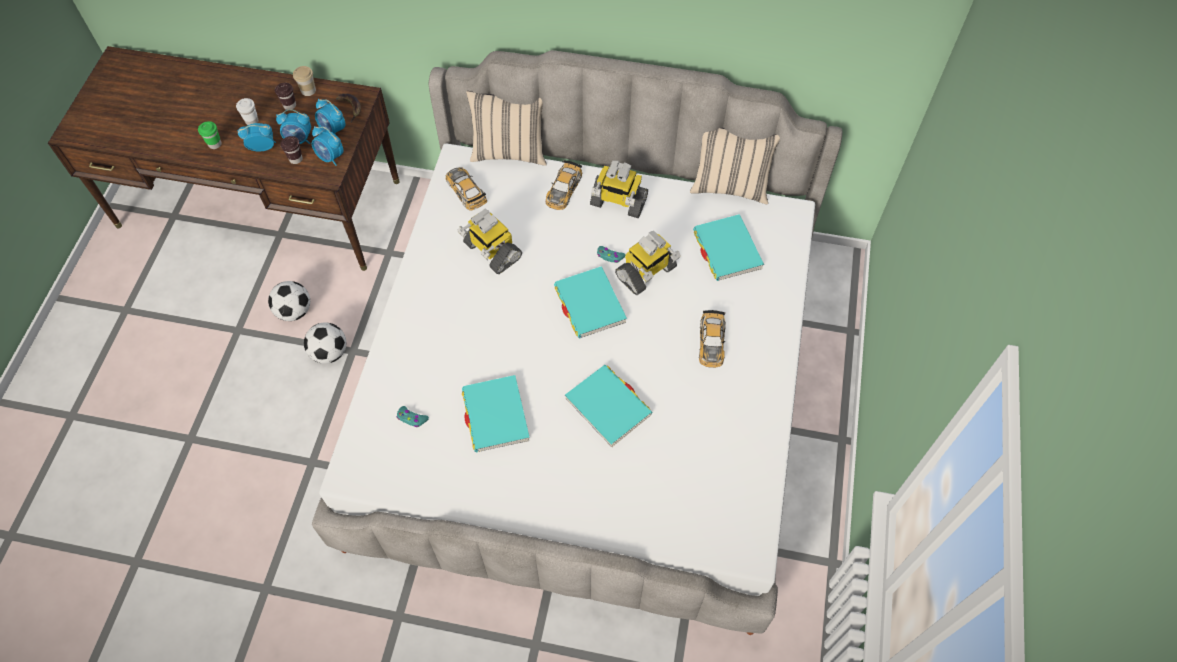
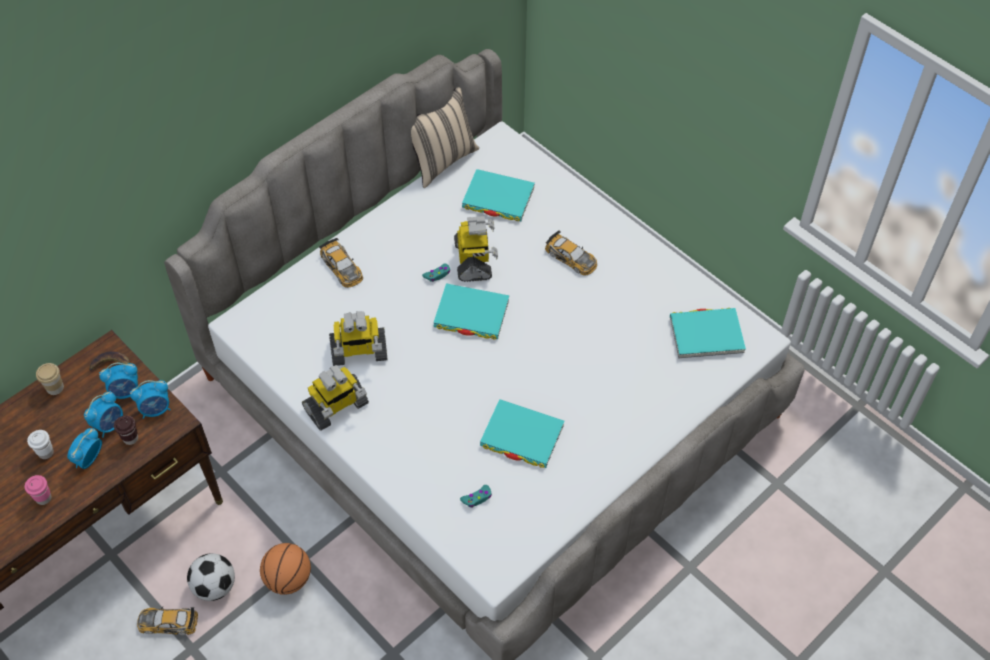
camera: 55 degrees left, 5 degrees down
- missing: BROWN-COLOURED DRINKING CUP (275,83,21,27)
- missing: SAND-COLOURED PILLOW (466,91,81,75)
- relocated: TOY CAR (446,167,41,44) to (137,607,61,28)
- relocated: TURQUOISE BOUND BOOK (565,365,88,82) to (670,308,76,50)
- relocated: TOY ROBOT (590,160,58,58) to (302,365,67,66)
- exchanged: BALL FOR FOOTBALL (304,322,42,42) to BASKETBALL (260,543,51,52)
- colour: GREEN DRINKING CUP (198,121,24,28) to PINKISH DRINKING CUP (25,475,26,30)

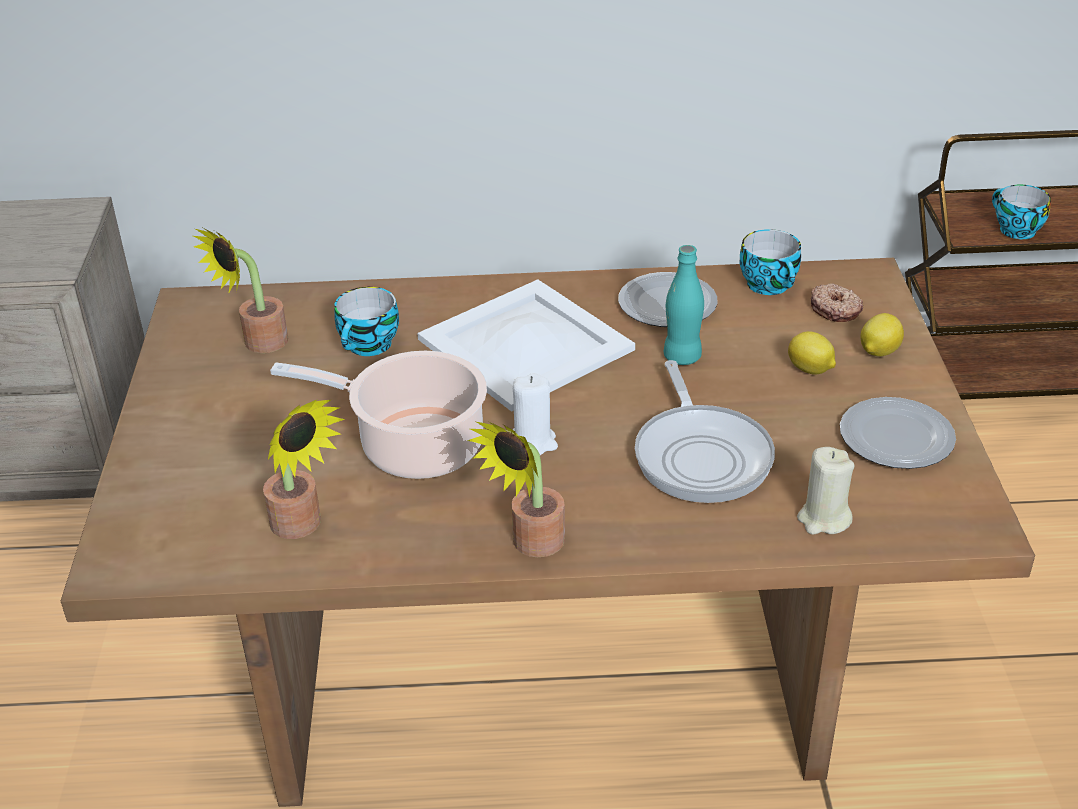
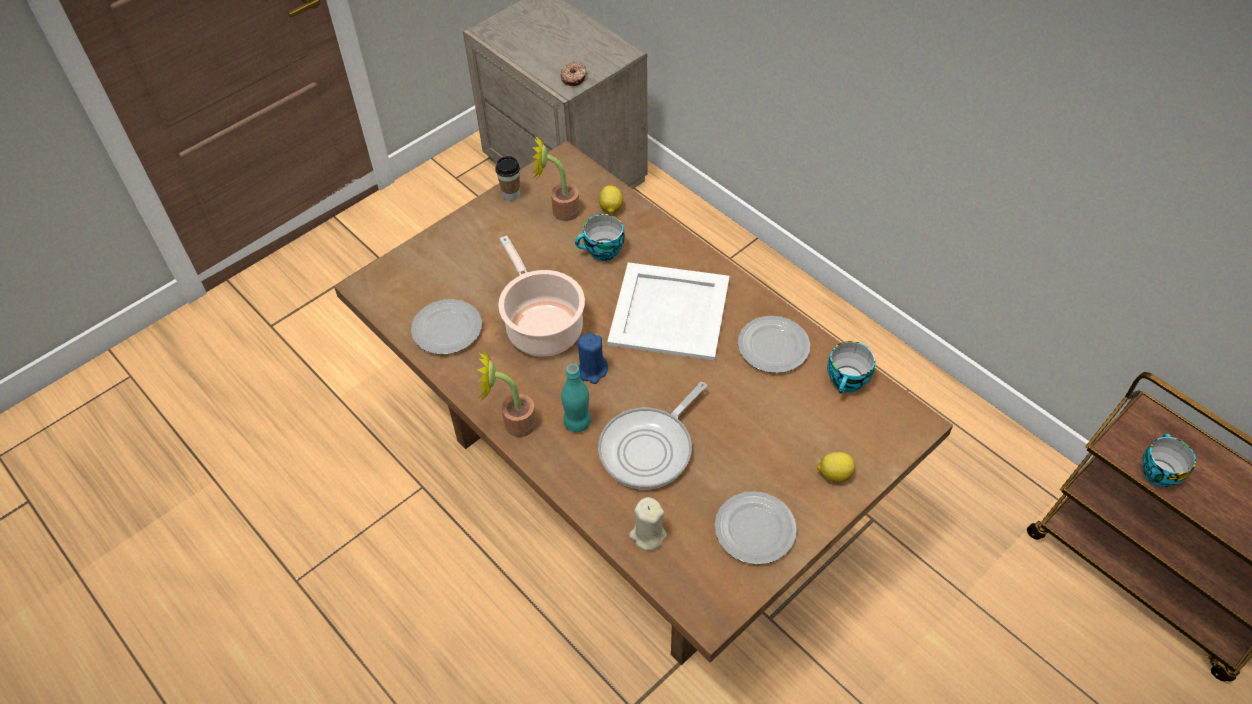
camera: 50 degrees right, 15 degrees up
- appeared: DRINKING CUP (495,156,25,45)
- relocated: TURQUOISE BEVERAGE BOTTLE (664,245,40,120) to (561,364,30,68)
- relocated: CITRUS FRUIT (788,331,48,44) to (599,185,24,29)
- relocated: DOUGHNUT (811,283,52,39) to (560,62,27,24)
- exchanged: PLANT IN A POT (263,400,82,139) to PLATE (411,299,71,55)
- colour: WHITE WAX CANDLE (513,373,45,82) to BLUE-COLOURED WAX CANDLE (578,332,30,52)

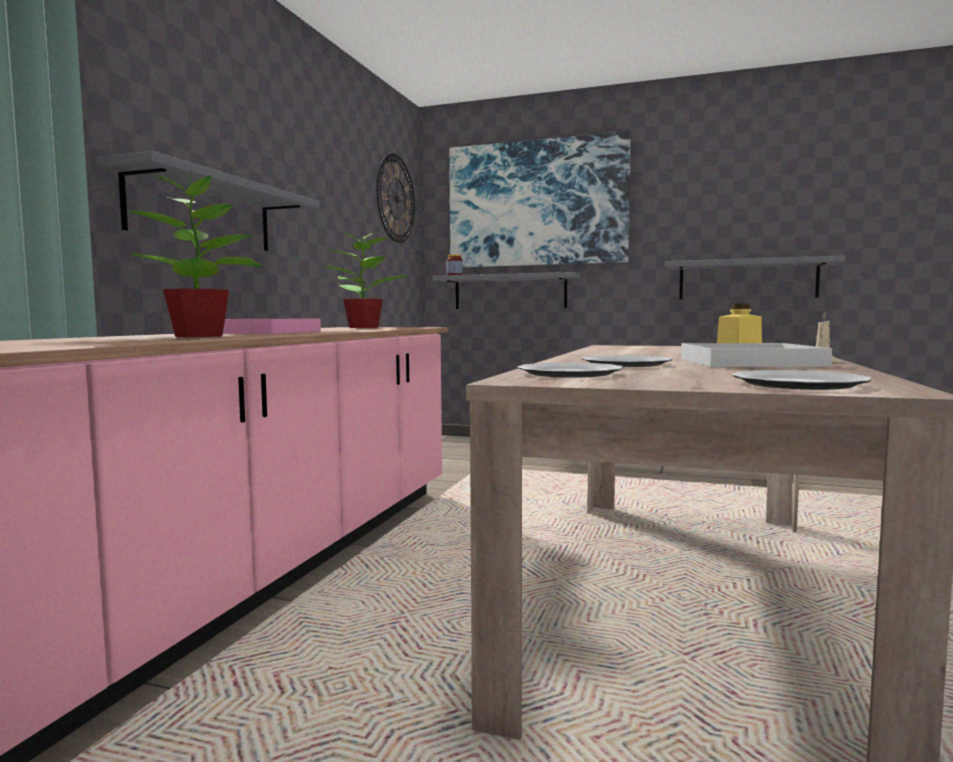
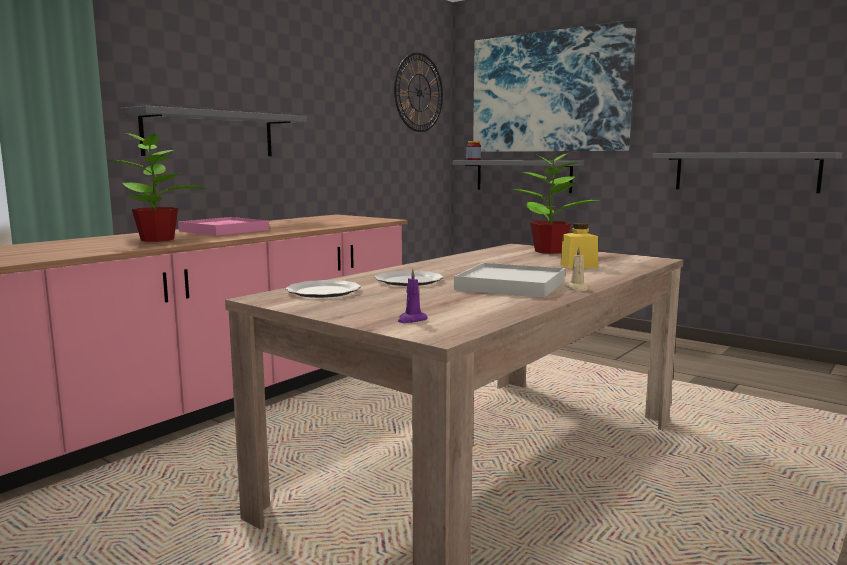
camera: 20 degrees right, 5 degrees up
- relocated: PLANT IN A POT (322,229,86,99) to (512,148,88,106)
- exchanged: PLATE (732,370,140,20) to PURPLE WAX CANDLE (397,269,31,54)

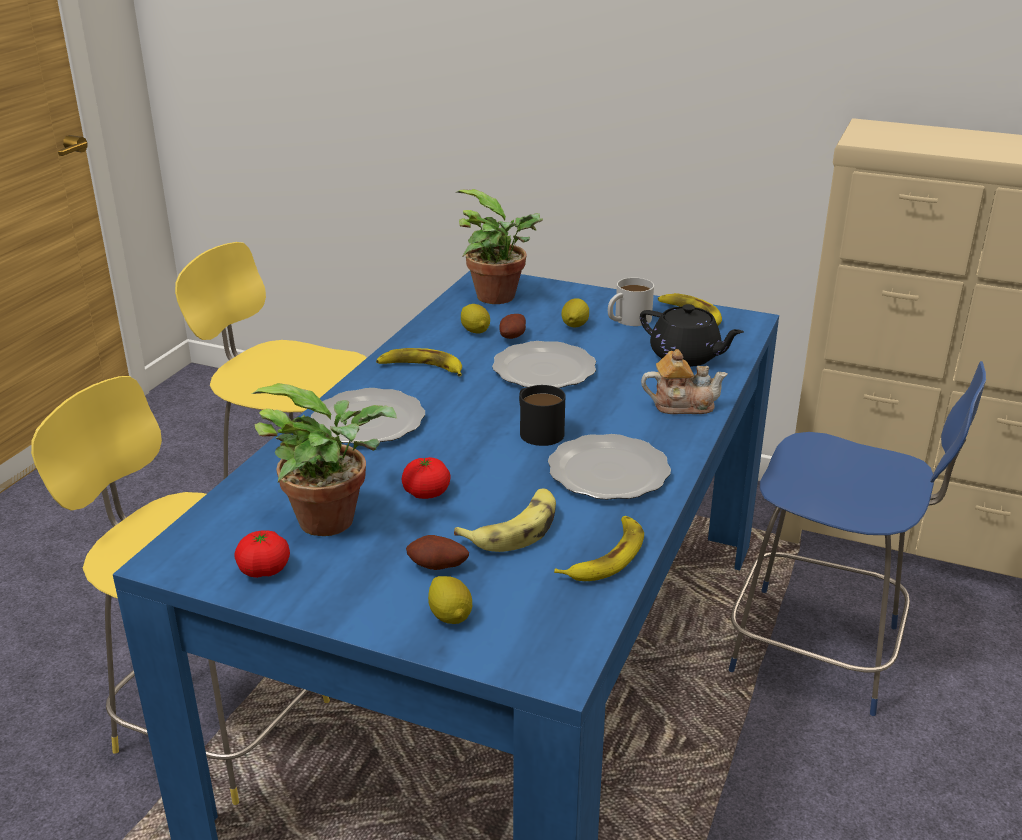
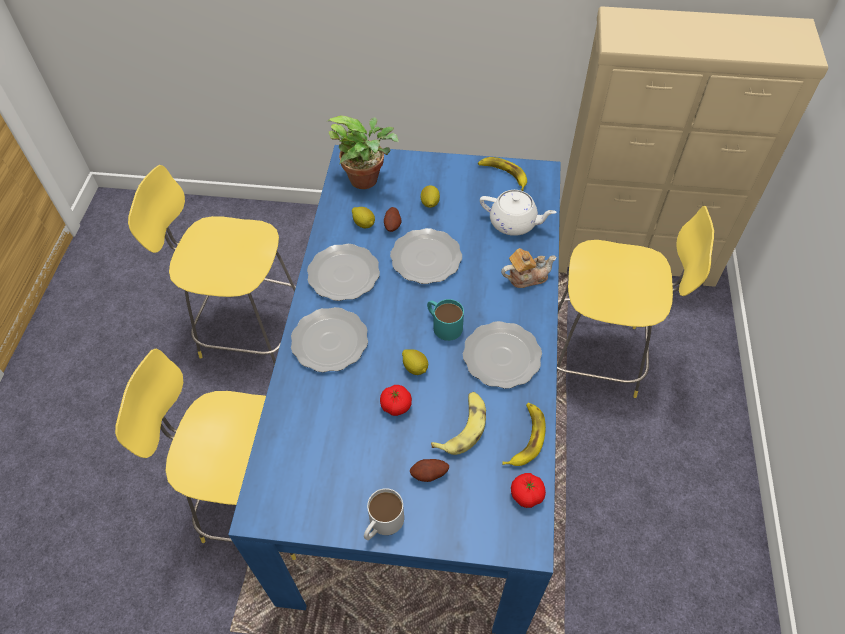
camera: 15 degrees left, 25 degrees up
- missing: PLANT IN A POT (252,383,145,153)
- relocated: TOMATO (234,530,56,48) to (511,473,35,35)
- relocated: CITRUS FRUIT (428,576,44,48) to (402,349,26,26)
- relocated: WHITE COFFEE MUG (608,277,46,49) to (364,488,40,52)
- exchanged: WHOLE BANANA (376,348,86,28) to PLATE (307,244,73,57)
- colour: BLACKISH COFFEE MUG (519,385,46,61) to TURQUOISE COFFEE MUG (427,299,37,42)
- colour: BLACKISH POT FOR TEA (640,304,104,63) to WHITE POT FOR TEA (480,190,77,46)
- colour: BLUE-COLOURED SITTING STOOL (729,361,257,355) to YELLOW SITTING STOOL (557,206,157,192)

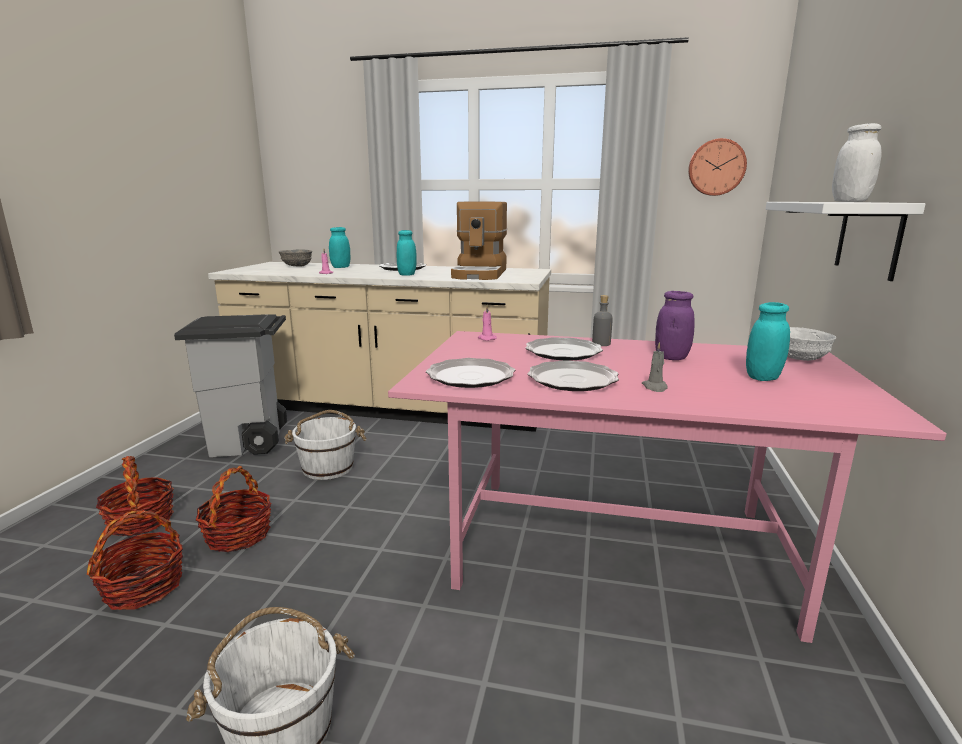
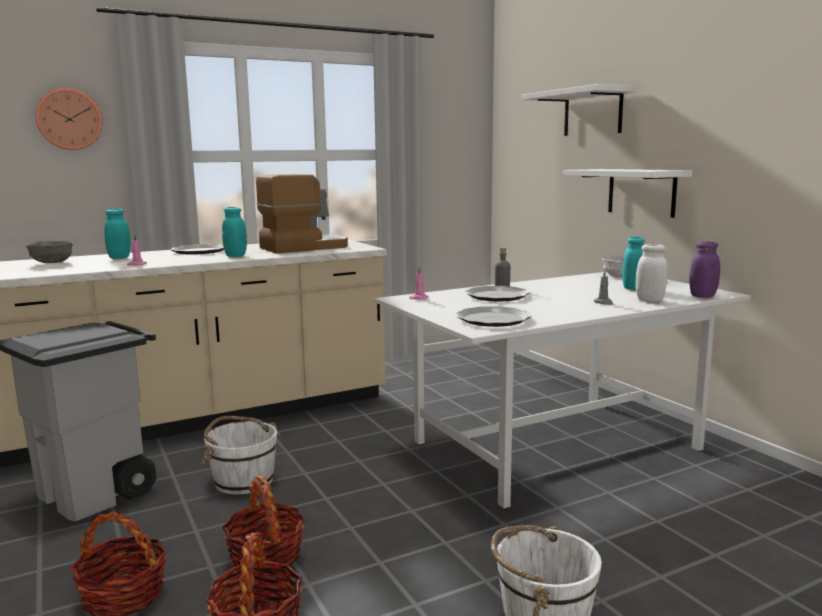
camera: 40 degrees left, 5 degrees down
- missing: PLATE (527,360,92,31)
- appeared: WHITE SHELF (521,84,115,52)
- relocated: PURPLE STORAGE JAR (655,291,39,69) to (689,242,31,56)
- relocated: HANGING CLOCK (688,138,59,58) to (36,88,66,62)
- relocated: WHITE STORAGE JAR (832,123,50,79) to (636,244,32,58)
- colour: PINKISH DINING TABLE (388,331,558,312) to WHITE DINING TABLE (375,272,376,236)
- spun: COFFEE BREWER (451,202,56,78) = (256,174,92,79) 90 degrees counterclockwise

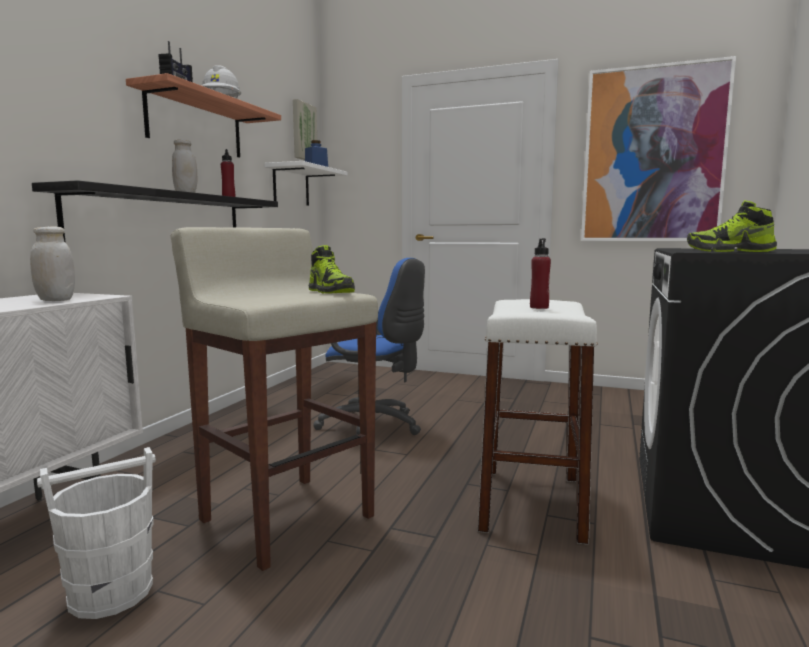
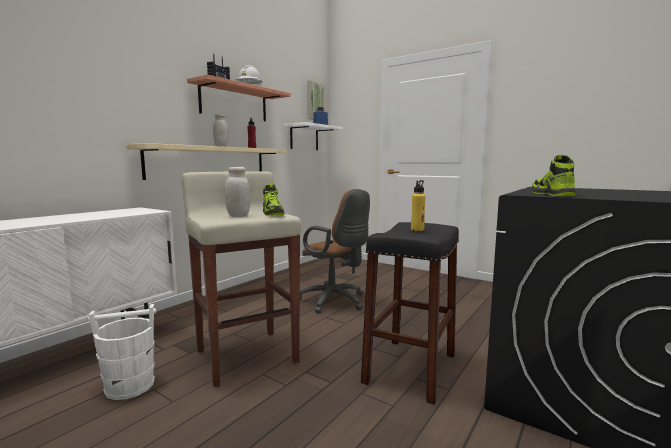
camera: 15 degrees right, 0 degrees up
- missing: WALL ART (581,56,155,185)
- relocated: WHITE STORAGE JAR (30,226,45,75) to (225,167,26,50)
- colour: BLACKISH SHELF (32,180,246,63) to SAND-COLOURED SHELF (126,143,161,37)
- colour: BLUE-COLOURED OFFICE CHAIR (314,258,111,177) to BROWN-COLOURED OFFICE CHAIR (300,189,70,125)
- colour: WHITE SITTING STOOL (478,299,120,246) to BLACKISH SITTING STOOL (361,222,98,182)
- colour: RED-COLOURED BEVERAGE BOTTLE (530,238,21,71) to YELLOW BEVERAGE BOTTLE (411,180,15,51)
- spun: SHOE (687,200,90,52) = (532,155,44,41) 60 degrees clockwise

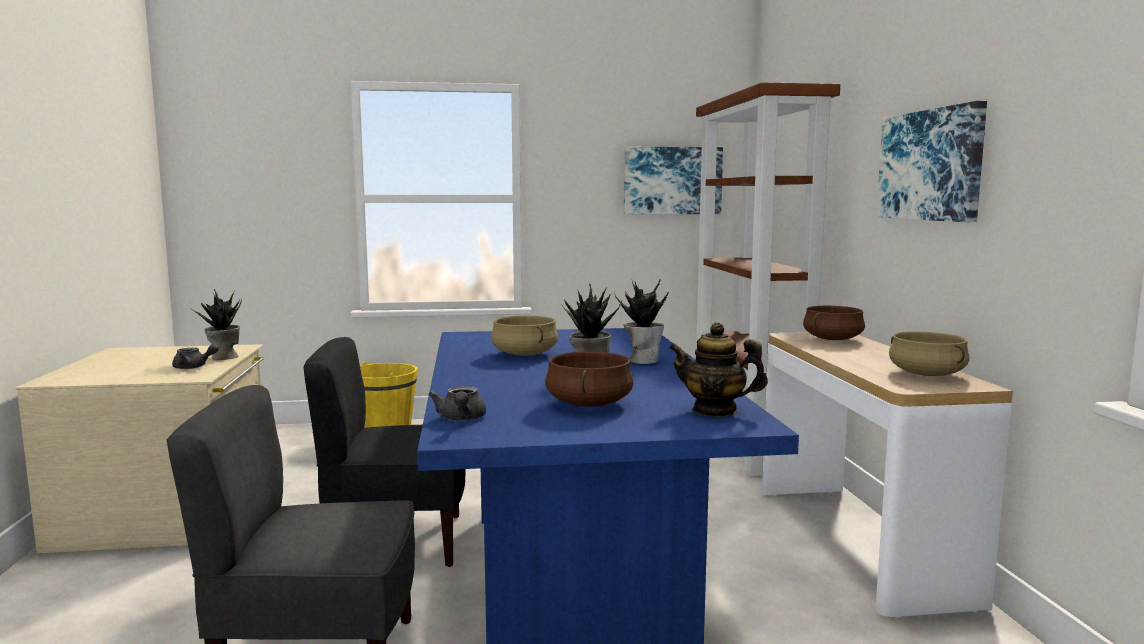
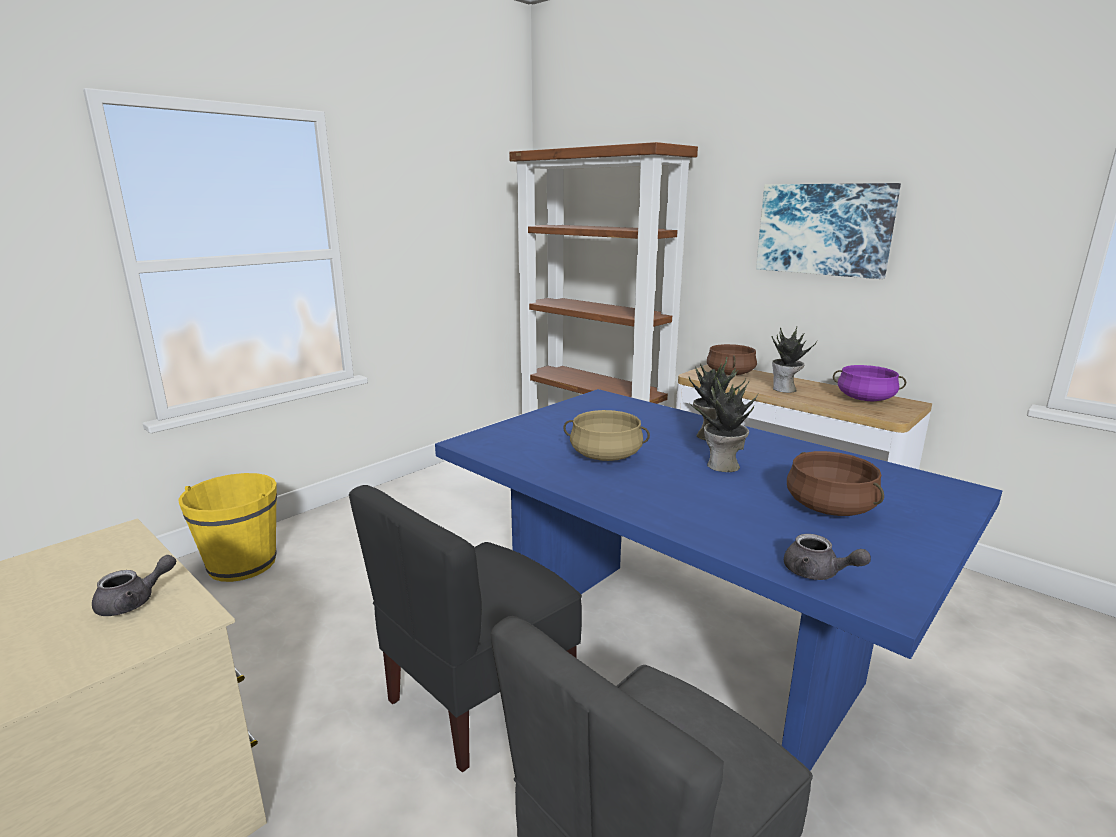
camera: 40 degrees left, 10 degrees up
- missing: WALL ART (624,147,99,67)
- missing: POT FOR TEA (669,322,99,95)
- relocated: PLANT IN A POT (193,289,49,71) to (772,327,45,66)
- colour: SAND-COLOURED SAUCEPOT (889,332,81,44) to PURPLE SAUCEPOT (833,365,73,36)

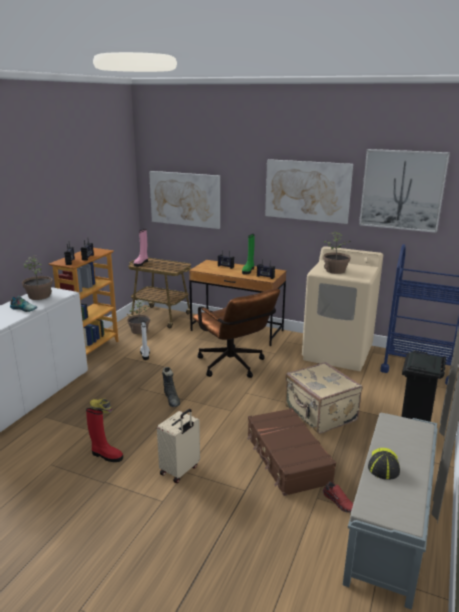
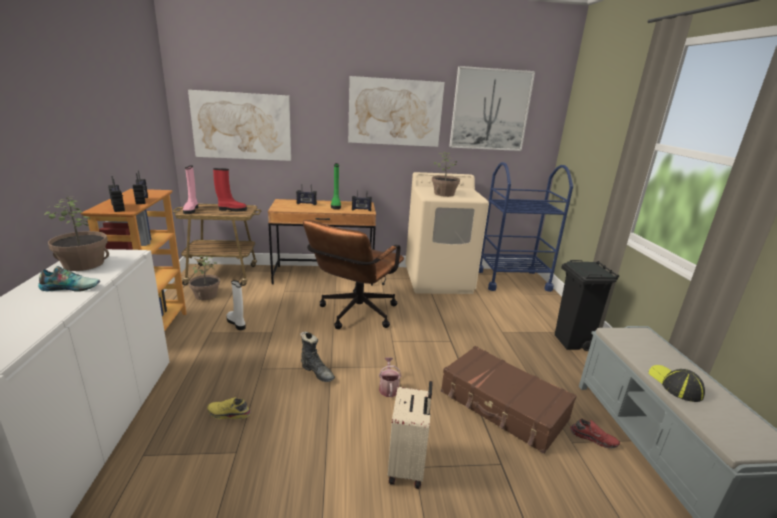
camera: 30 degrees left, 0 degrees up
- missing: SAND-COLOURED SUITCASE (285,362,77,72)
- appeared: WATERING CAN (379,357,22,40)
- relocated: RED-COLOURED BOOT (86,408,37,54) to (213,168,34,43)
- spun: BROWN-COLOURED OFFICE CHAIR (193,289,87,89) = (303,220,101,109) 90 degrees clockwise

